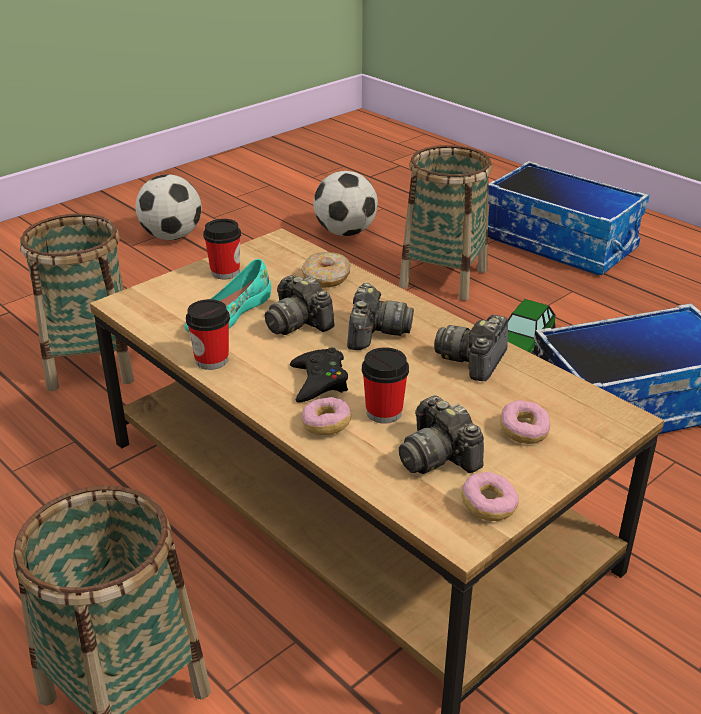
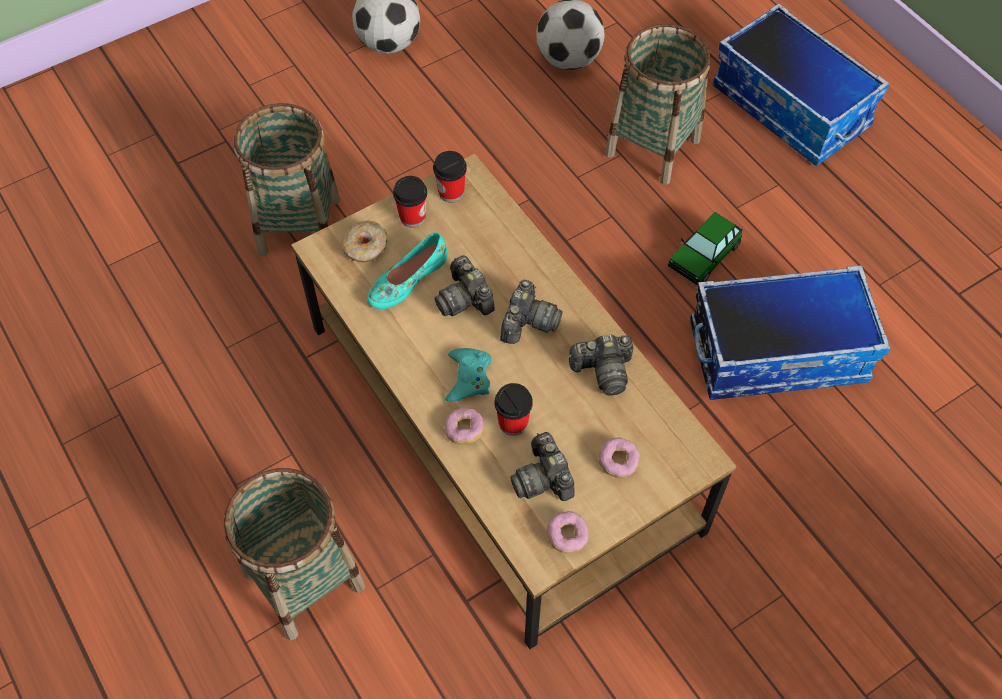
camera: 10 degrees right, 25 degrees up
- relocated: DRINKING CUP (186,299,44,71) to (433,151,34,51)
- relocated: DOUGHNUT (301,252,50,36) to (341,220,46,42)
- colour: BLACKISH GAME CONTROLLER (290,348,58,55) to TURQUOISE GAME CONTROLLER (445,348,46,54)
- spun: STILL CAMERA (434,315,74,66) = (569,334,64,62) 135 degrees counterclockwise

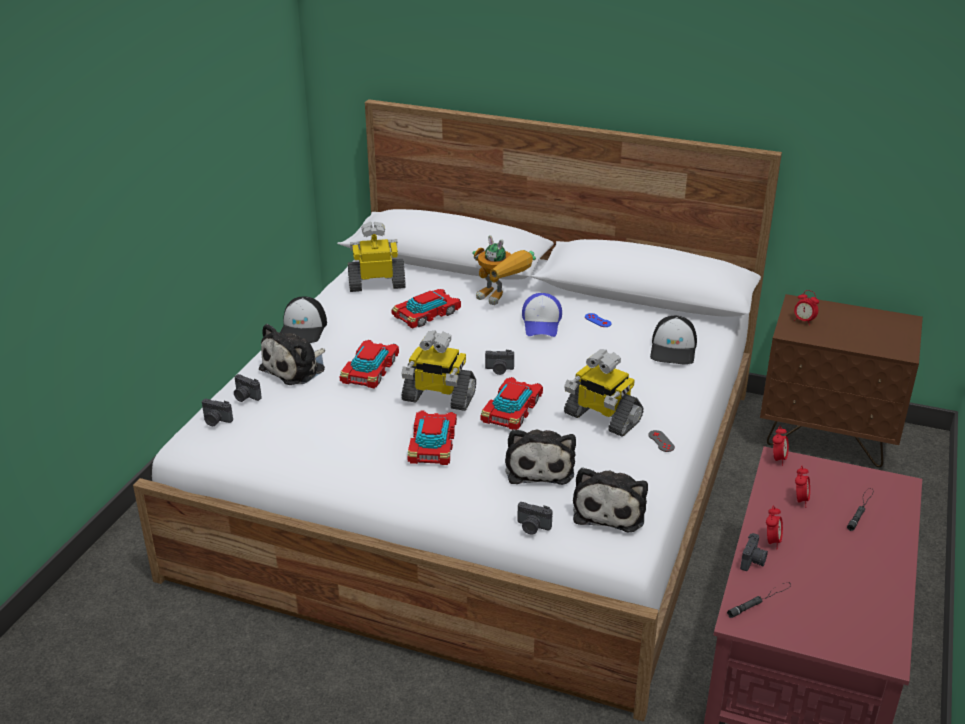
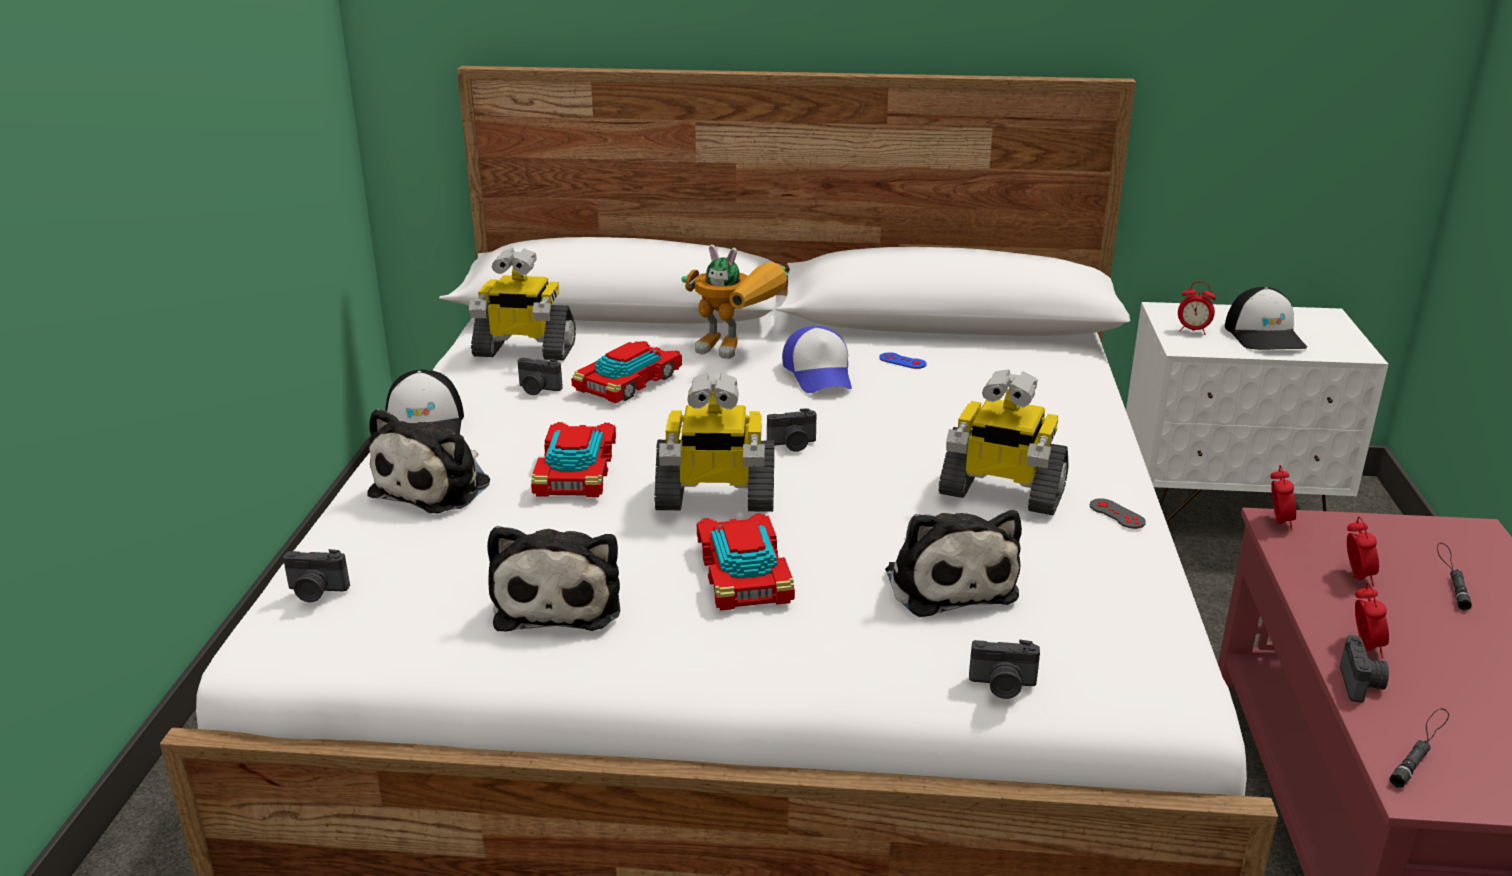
camera: 15 degrees left, 5 degrees down
- missing: TOY CAR (480,377,63,53)
- relocated: STILL CAMERA (234,374,28,28) to (517,358,46,37)
- relocated: SOFT TOY (573,467,75,66) to (487,526,134,105)
- relocated: BASEBALL CAP (650,316,47,49) to (1225,287,82,63)
- colour: BROWN-COLOURED NIGHT TABLE (760,294,163,173) to WHITE NIGHT TABLE (1126,302,263,220)
- spun: TOY ROBOT (348,222,58,70) = (469,248,107,112) 150 degrees counterclockwise

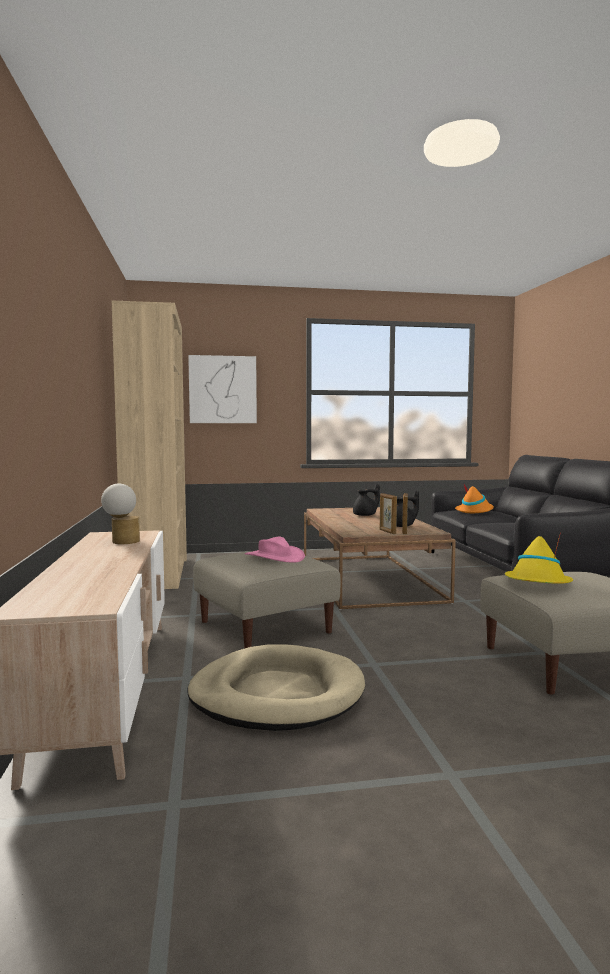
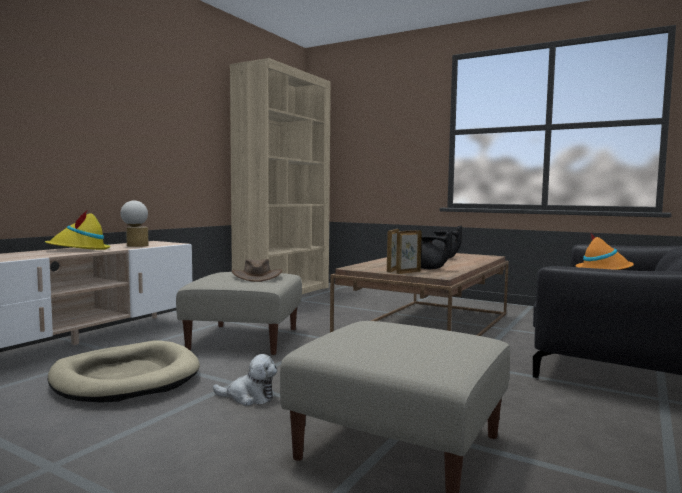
camera: 40 degrees right, 0 degrees up
- missing: WALL ART (188,355,69,68)
- appeared: SOFT TOY (213,354,64,52)
- relocated: YELLOW HAT (505,532,68,52) to (45,209,66,41)
- colour: PINKISH HAT (245,537,60,26) to BROWN-COLOURED HAT (232,259,50,23)

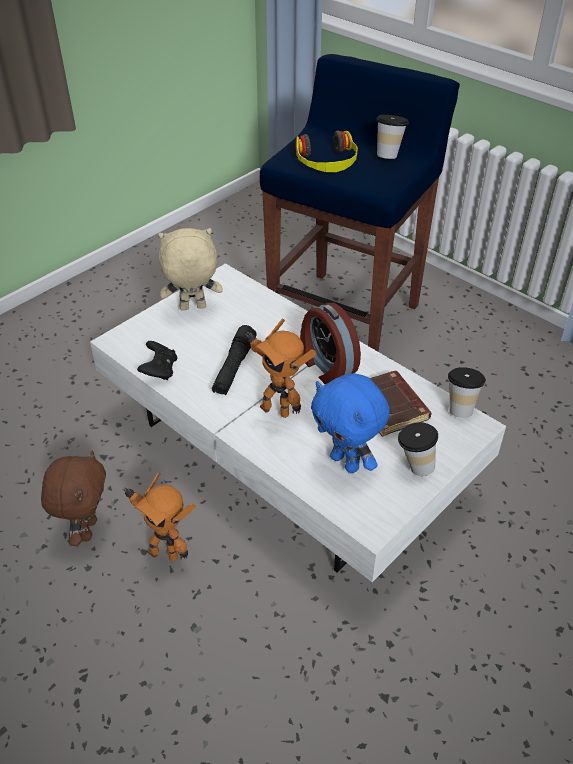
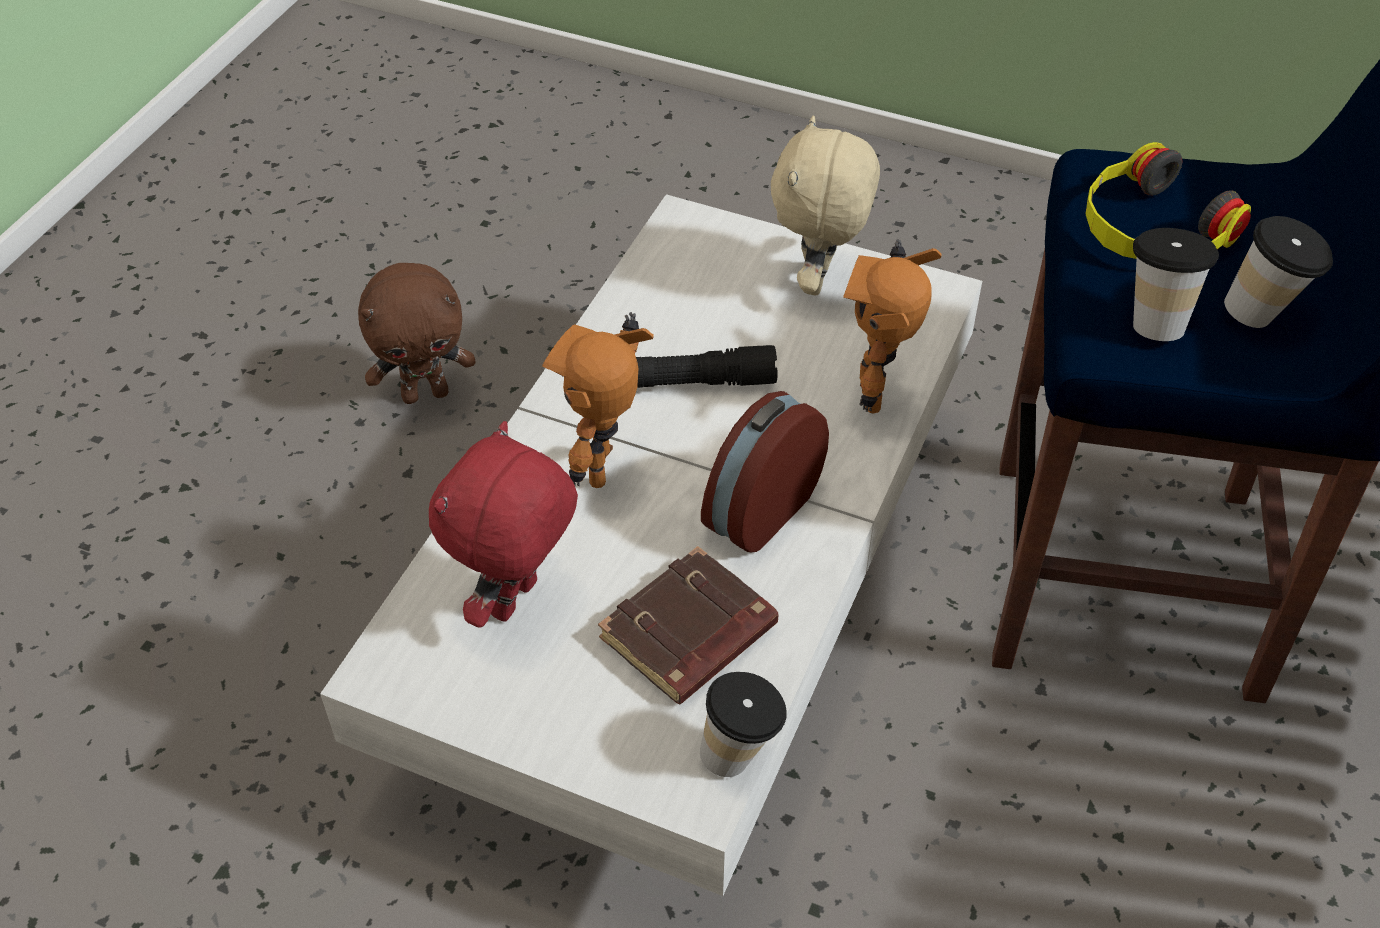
camera: 70 degrees right, 5 degrees up
- missing: BLACKISH GAME CONTROLLER (137,341,40,39)
- relocated: TOY ROBOT (123,472,73,89) to (843,239,99,174)
- relocated: DRINKING CUP (398,422,40,54) to (1133,228,86,113)
- colour: BLUE-COLOURED SOFT TOY (311,373,79,100) to RED-COLOURED SOFT TOY (429,421,149,207)
- spun: SAND-COLOURED SOFT TOY (158,228,65,82) = (771,115,109,181) 135 degrees counterclockwise

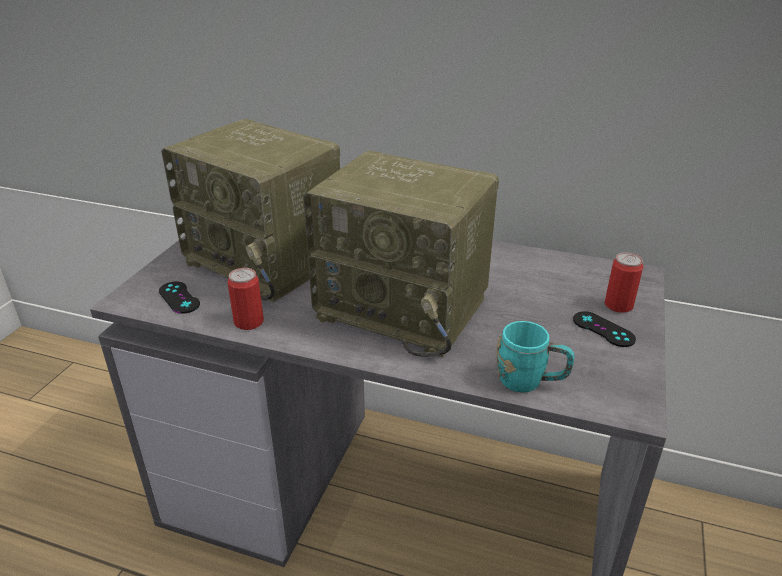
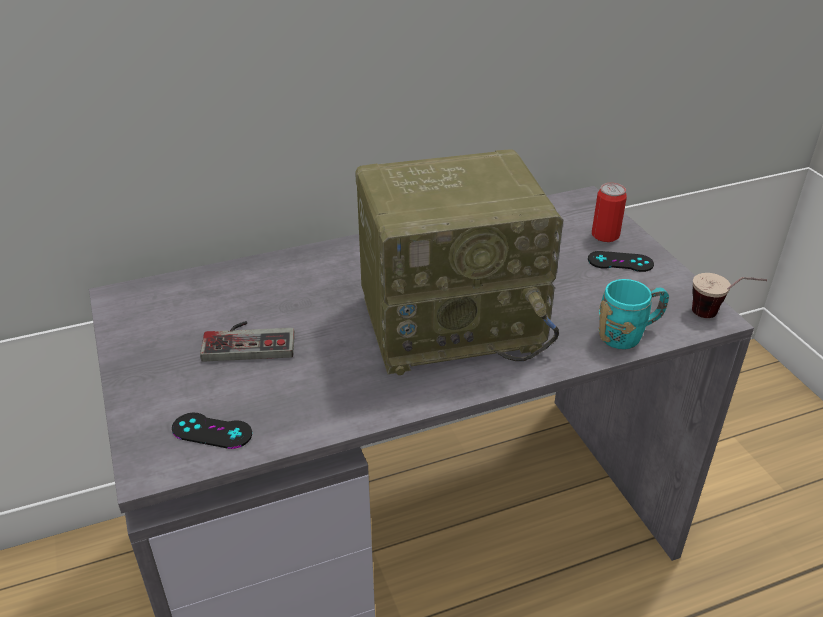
camera: 40 degrees left, 5 degrees up
- missing: SEALED CAN (228,268,36,62)
- appeared: DRINKING CUP (692,273,75,45)
- exchanged: RADIO SET (161,119,179,183) to GAME CONTROLLER (200,321,95,41)

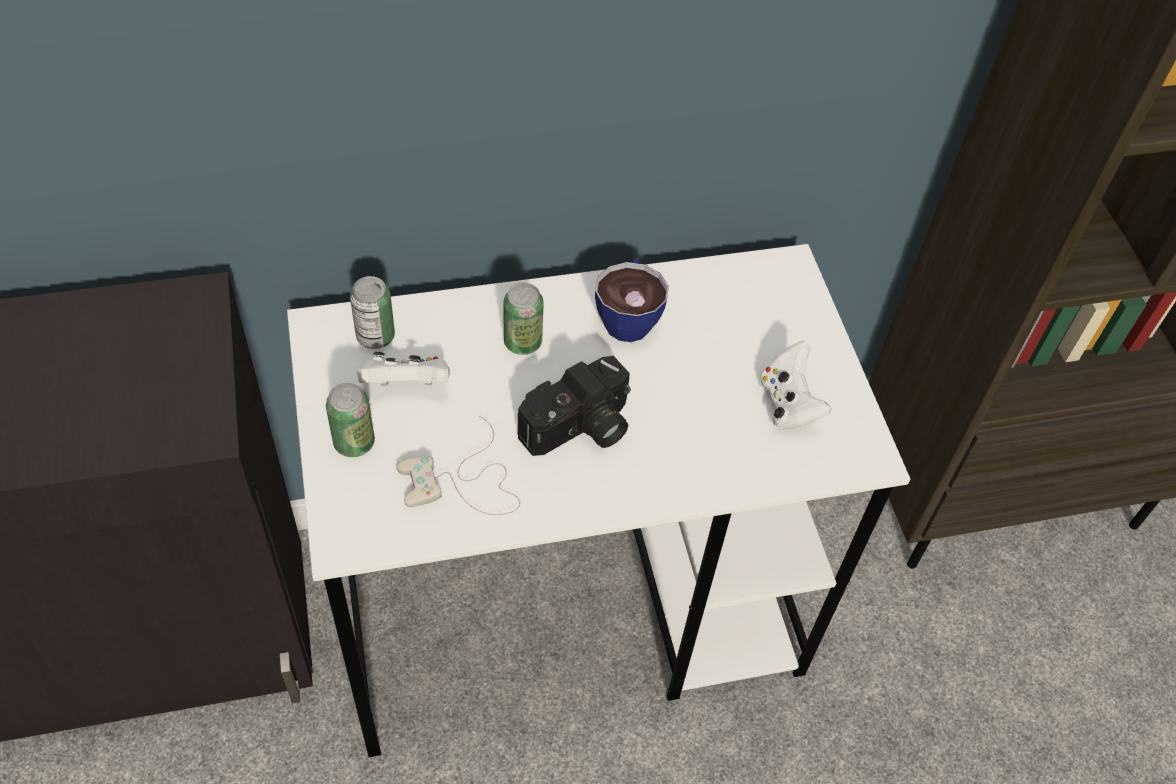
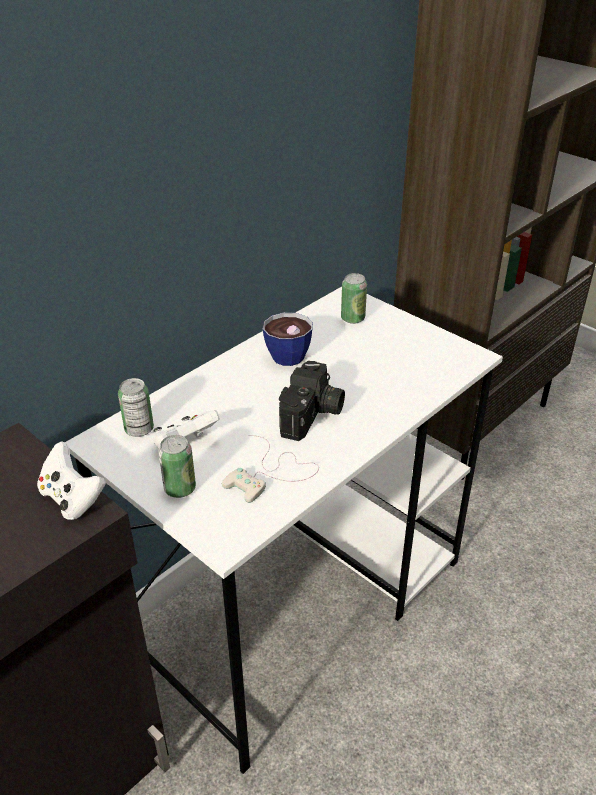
camera: 30 degrees left, 15 degrees down
- relocated: SEALED CAN (504,283,40,72) to (341,273,26,51)
- relocated: WHITE GAME CONTROLLER (760,341,71,89) to (37,441,69,79)

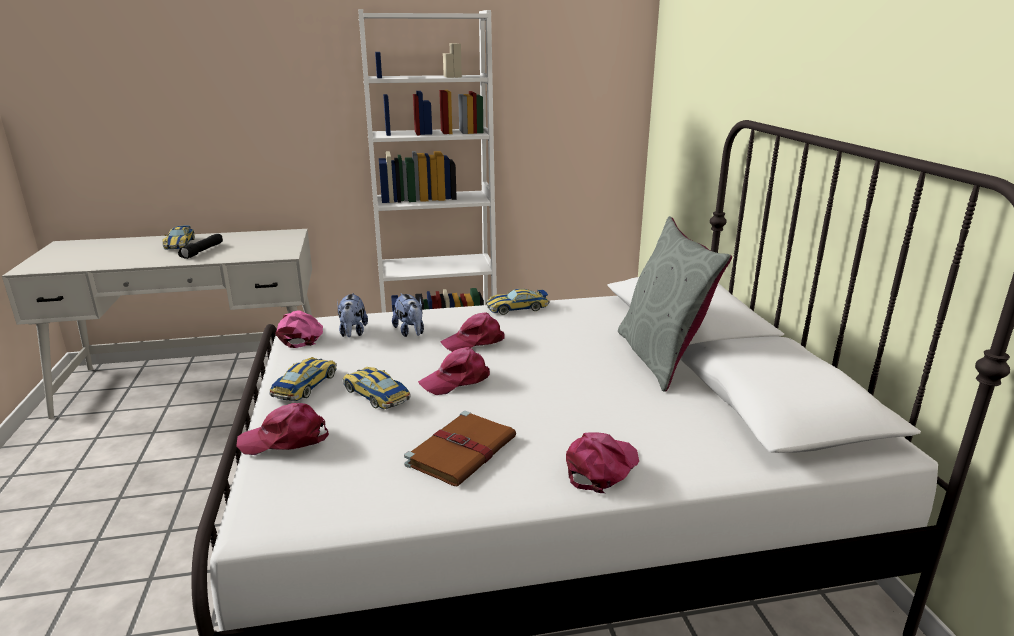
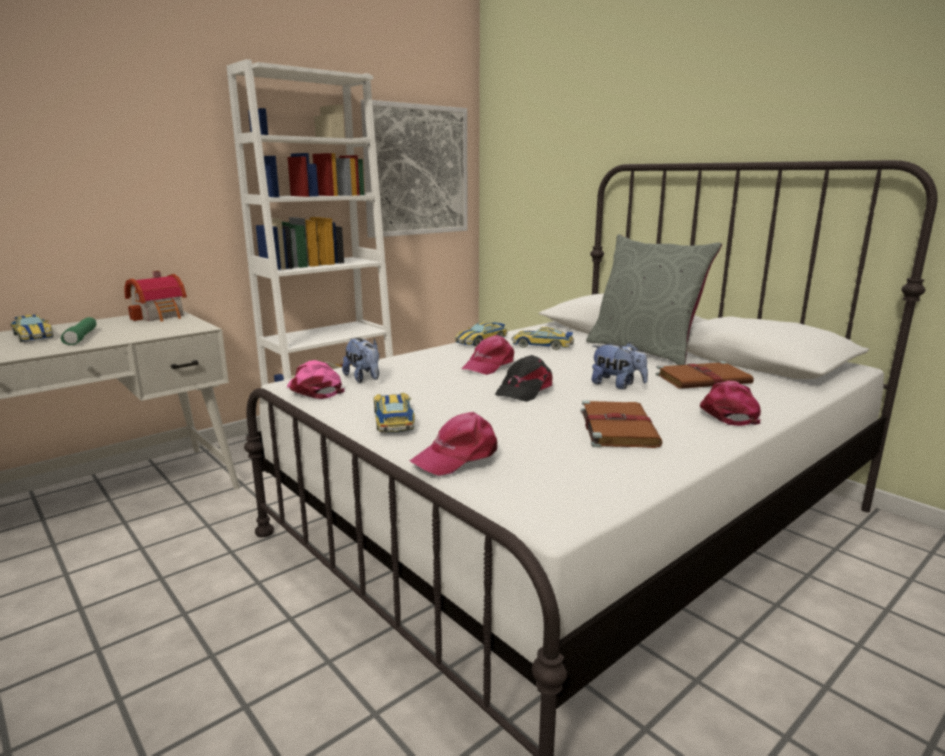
camera: 30 degrees left, 5 degrees down
- appeared: MINIATURE HOUSE (124,271,63,51)
- appeared: WALL ART (361,99,107,139)
- appeared: BROWN-COLOURED BOUND BOOK (656,361,98,28)
- relocated: TOY CAR (342,367,69,42) to (512,327,62,23)
- relocated: SOFT TOY (392,293,32,44) to (592,342,56,47)
- colour: BLACKISH HAND TORCH (178,234,45,25) to GREEN HAND TORCH (61,317,35,28)
- colour: PINKISH BASEBALL CAP (418,347,72,48) to BLACKISH BASEBALL CAP (495,355,58,47)

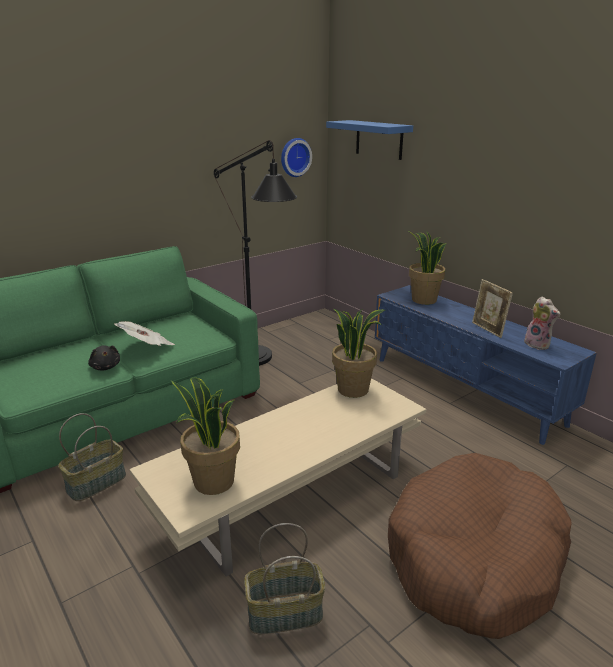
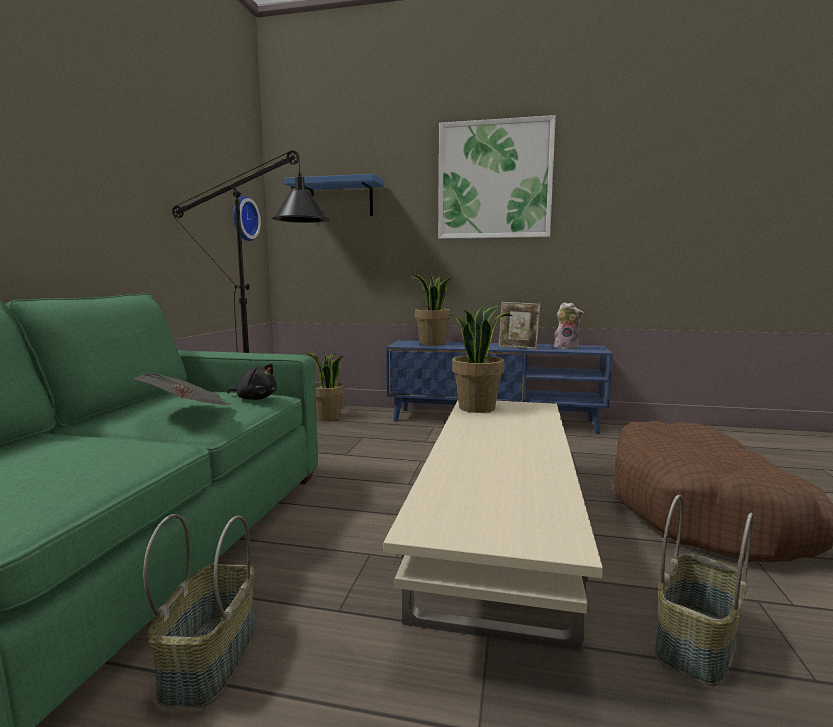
camera: 40 degrees left, 15 degrees down
- appeared: WALL ART (438,115,118,124)
- relocated: BLACKISH SOFT TOY (88,345,32,25) to (227,364,50,36)
- relocated: PLANT IN A POT (171,378,69,117) to (304,349,41,72)

